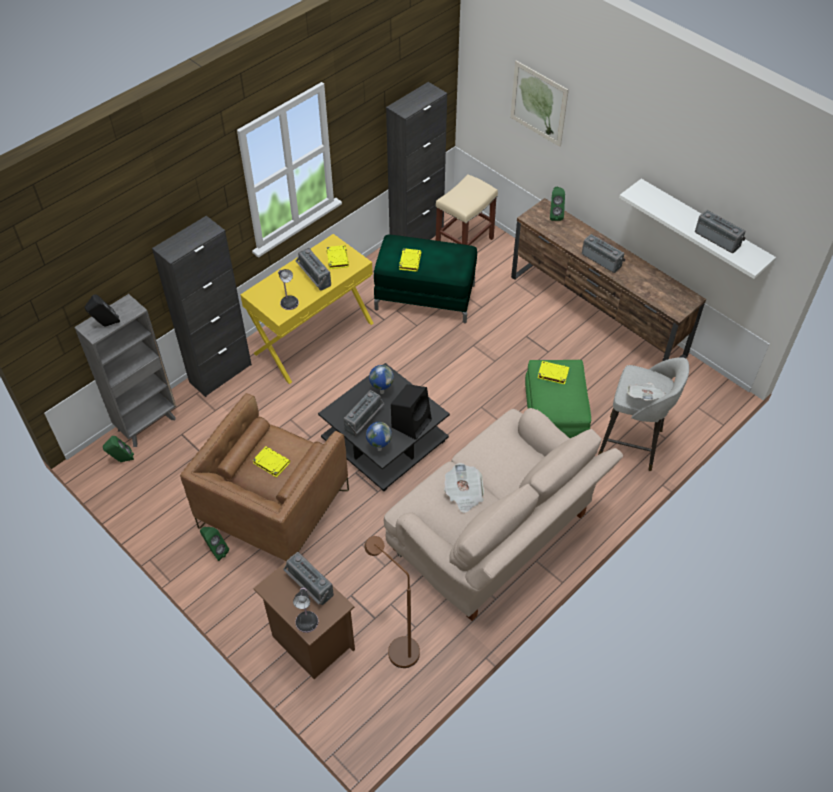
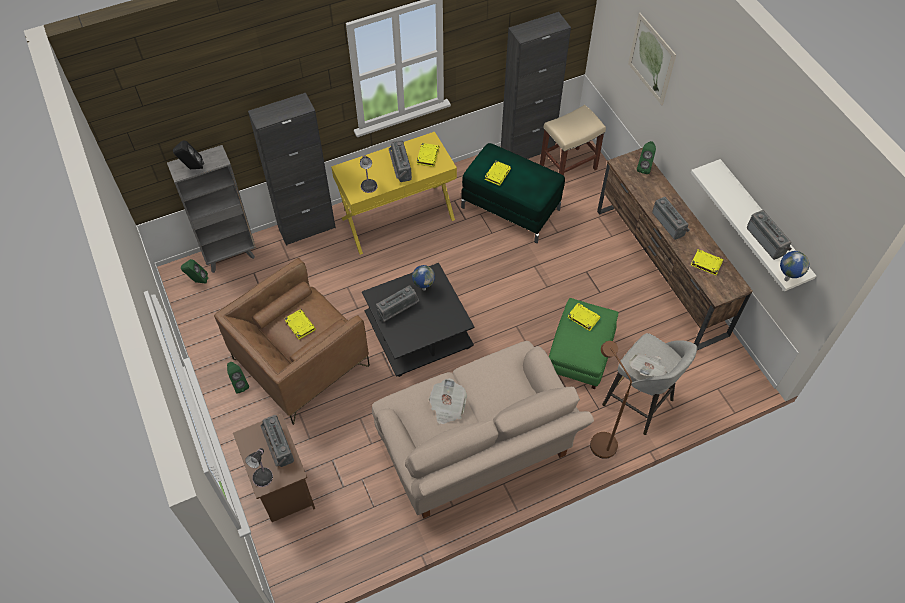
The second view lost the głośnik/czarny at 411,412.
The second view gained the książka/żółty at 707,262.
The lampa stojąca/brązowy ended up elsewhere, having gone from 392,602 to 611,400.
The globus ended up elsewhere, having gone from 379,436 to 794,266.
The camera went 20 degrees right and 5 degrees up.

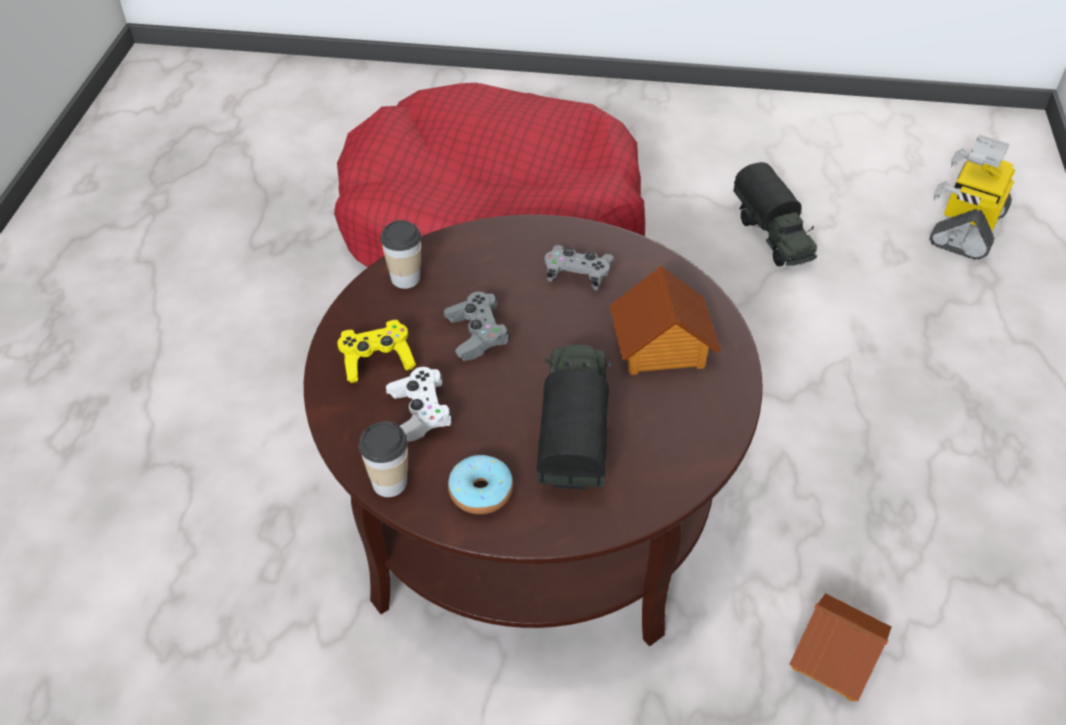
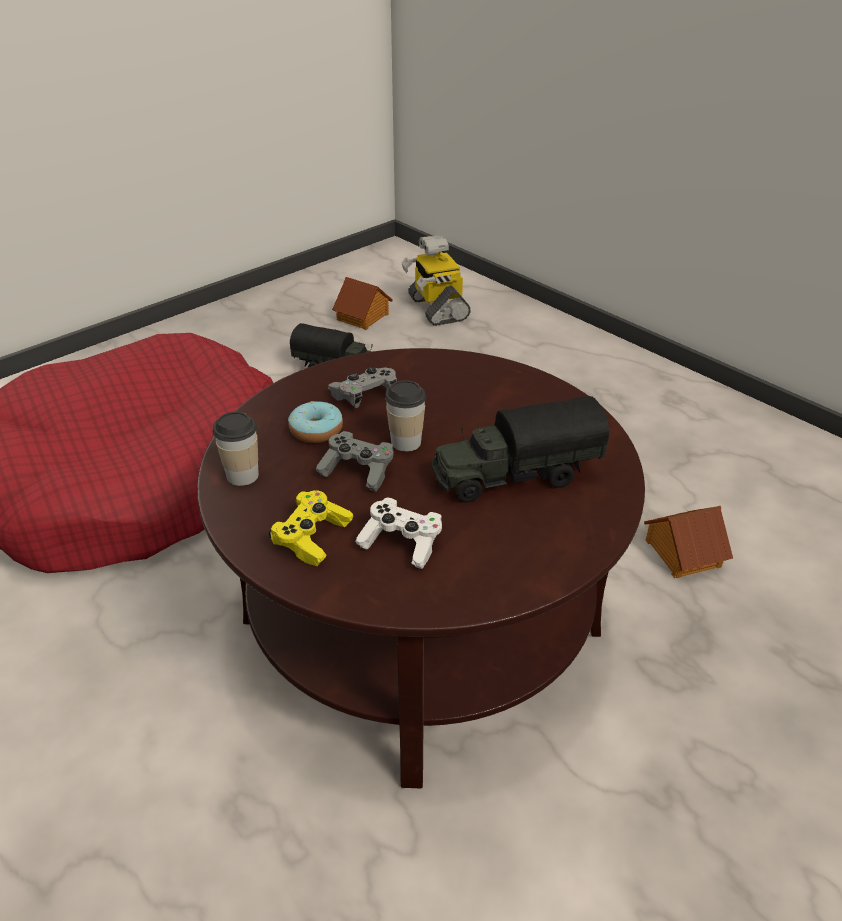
The filiżanka ended up elsewhere, having gone from 383,459 to 405,416.
The donut ended up elsewhere, having gone from 480,484 to 315,422.
The domek ended up elsewhere, having gone from 665,320 to 362,303.
The ciężarówka zabawkowa at 574,418 ended up facing another way, 60 degrees counterclockwise from before.
The camera went 50 degrees left and 10 degrees down.

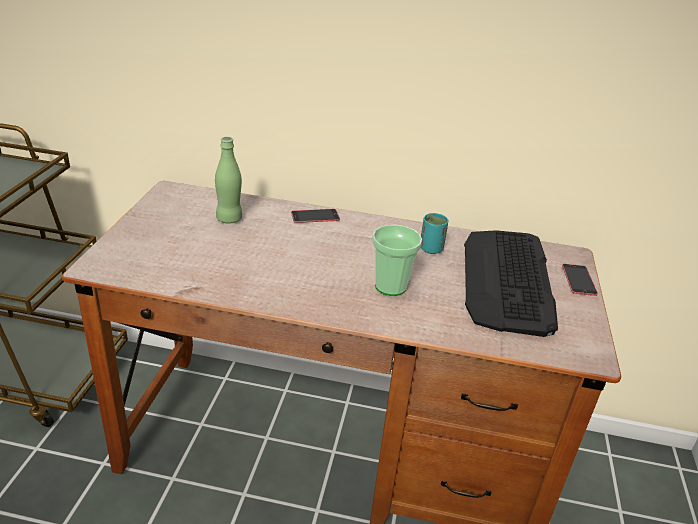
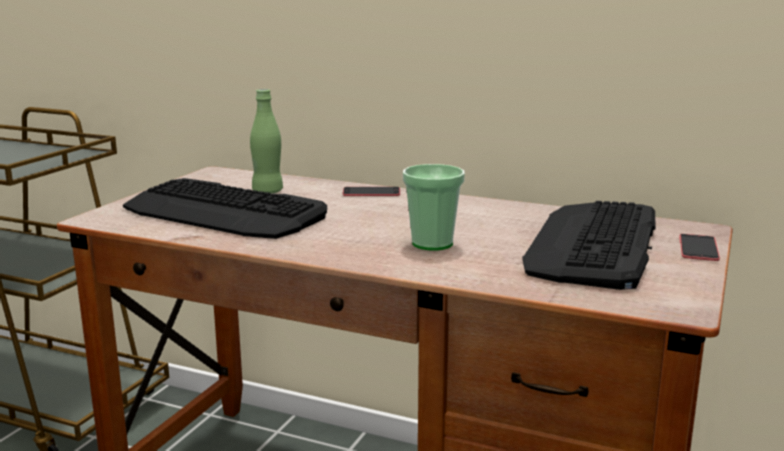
The second view lost the filiżanka/turkusowy at 435,233.
The second view gained the klawiatura at 225,208.
The camera went 15 degrees right and 15 degrees down.

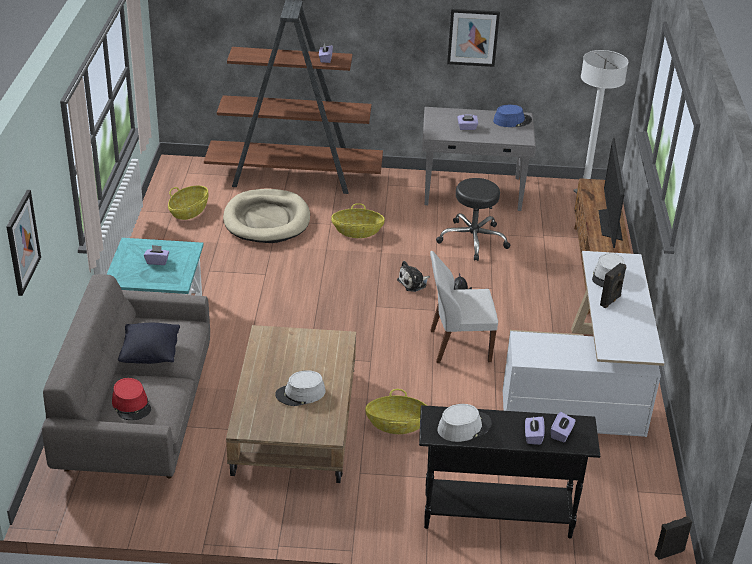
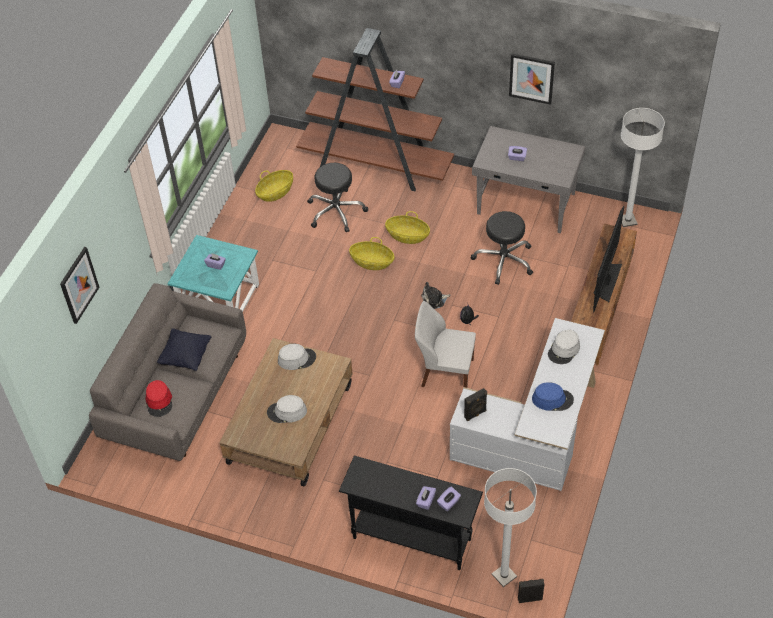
The second view gained the lampa stojąca/biały at 510,527.
The koszyk ended up elsewhere, having gone from 396,411 to 372,253.
The kapelusz/szary ended up elsewhere, having gone from 464,423 to 297,357.
The kapelusz/niebieski ended up elsewhere, having gone from 512,116 to 553,396.
The głośnik/czarny ended up elsewhere, having gone from 613,285 to 475,404.
Where the legowisko/beżowy stood at 266,216, the stołek/czarny came to stand at 337,197.
The camera went 20 degrees right and 15 degrees up.

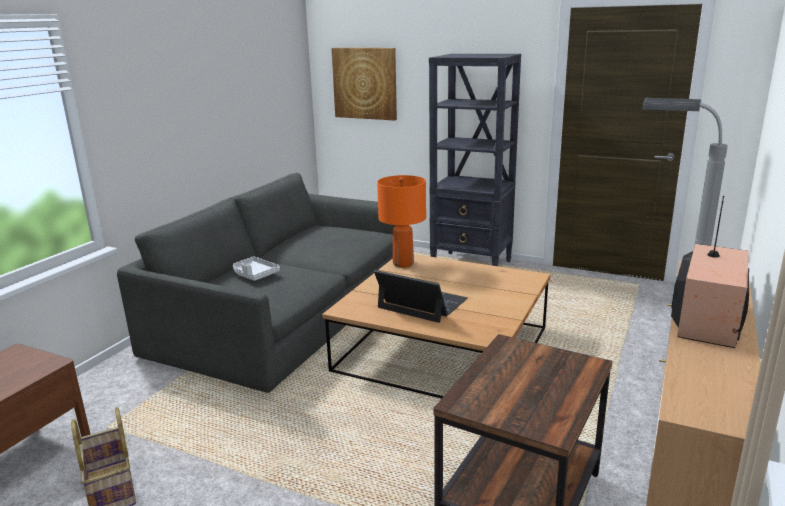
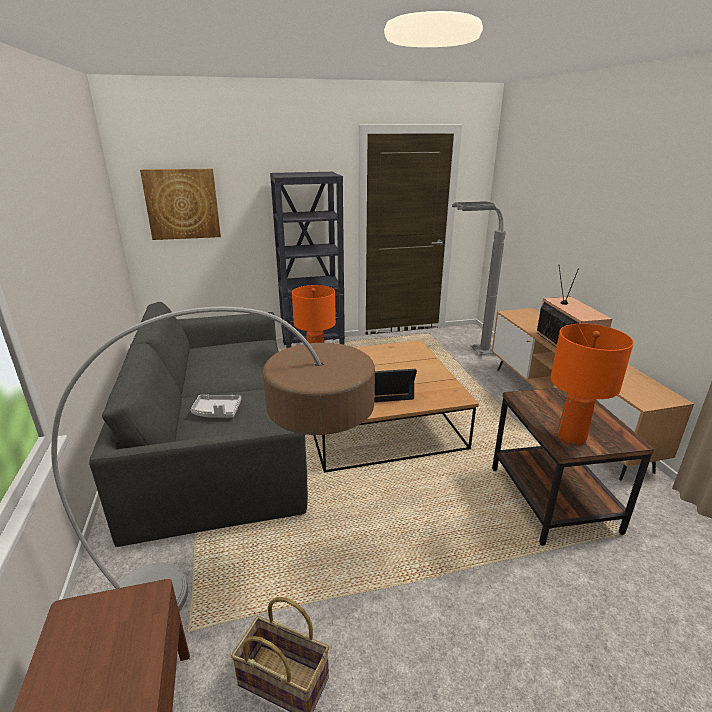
The second view gained the lampa stojąca at 213,459.
The second view gained the lampa stołowa/pomarańczowy at 592,385.
The camera went 40 degrees left and 5 degrees up.

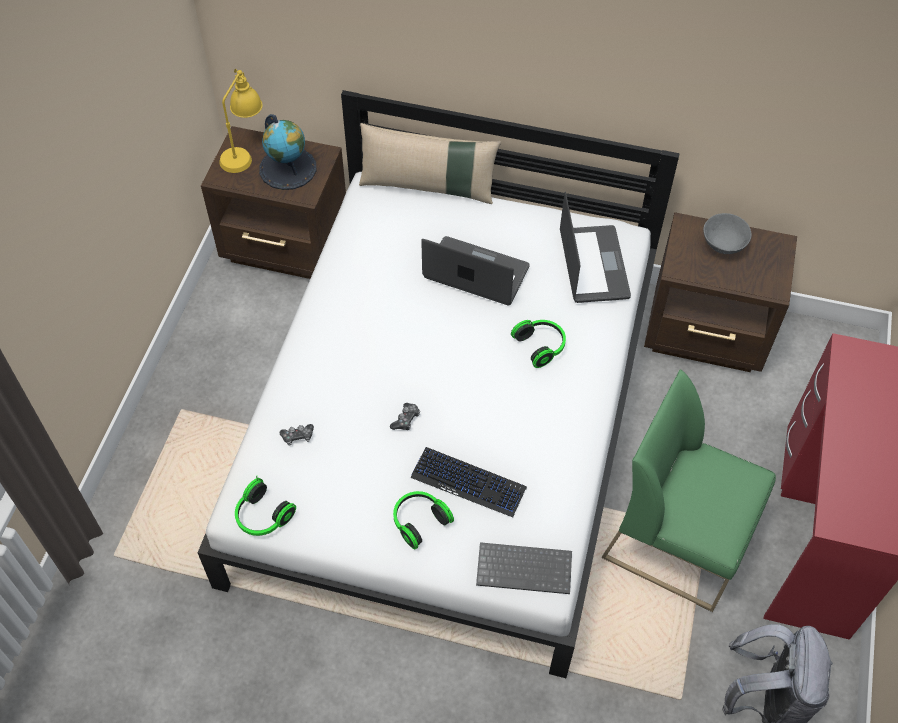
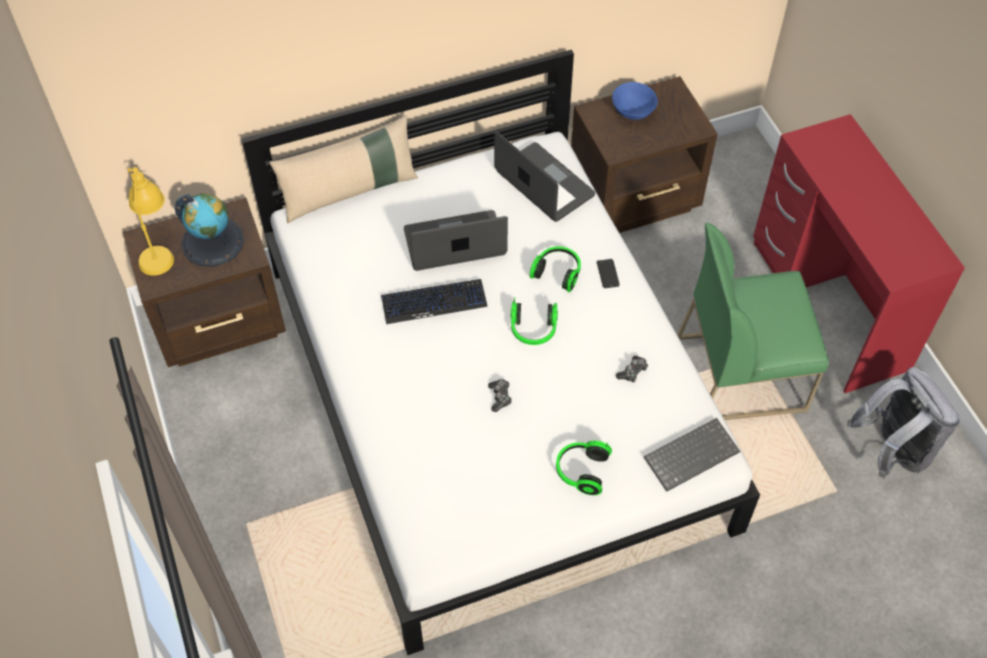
The second view gained the telefon at 608,273.
The słuchawki ended up elsewhere, having gone from 265,505 to 534,321.
The pad do gier ended up elsewhere, having gone from 296,434 to 632,369.
The klawiatura ended up elsewhere, having gone from 468,482 to 434,301.
What was the miska/szary at 727,233 turned into the miska/niebieski at 635,101.
The camera went 35 degrees left and 0 degrees up.

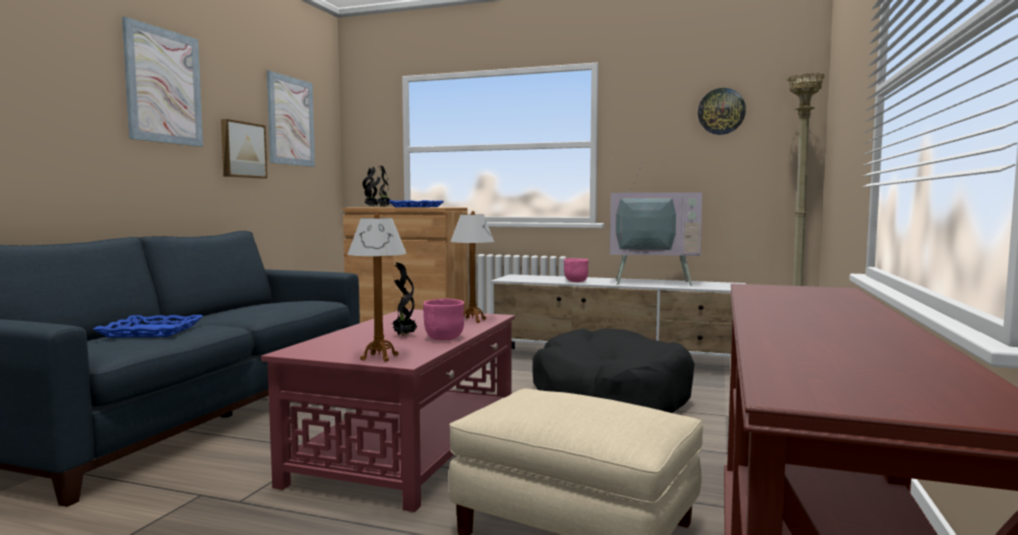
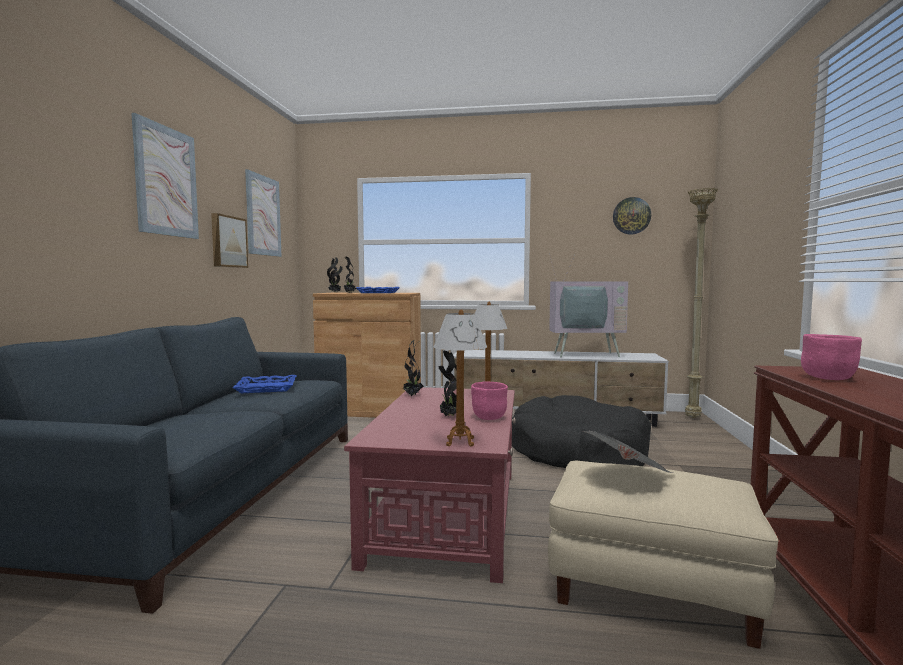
The second view gained the roślina doniczkowa at 413,368.
The second view gained the gazeta at 628,452.
The taca/niebieski ended up elsewhere, having gone from 148,326 to 264,384.
The miska/różowy ended up elsewhere, having gone from 576,270 to 831,357.
The camera went 10 degrees left and 0 degrees up.

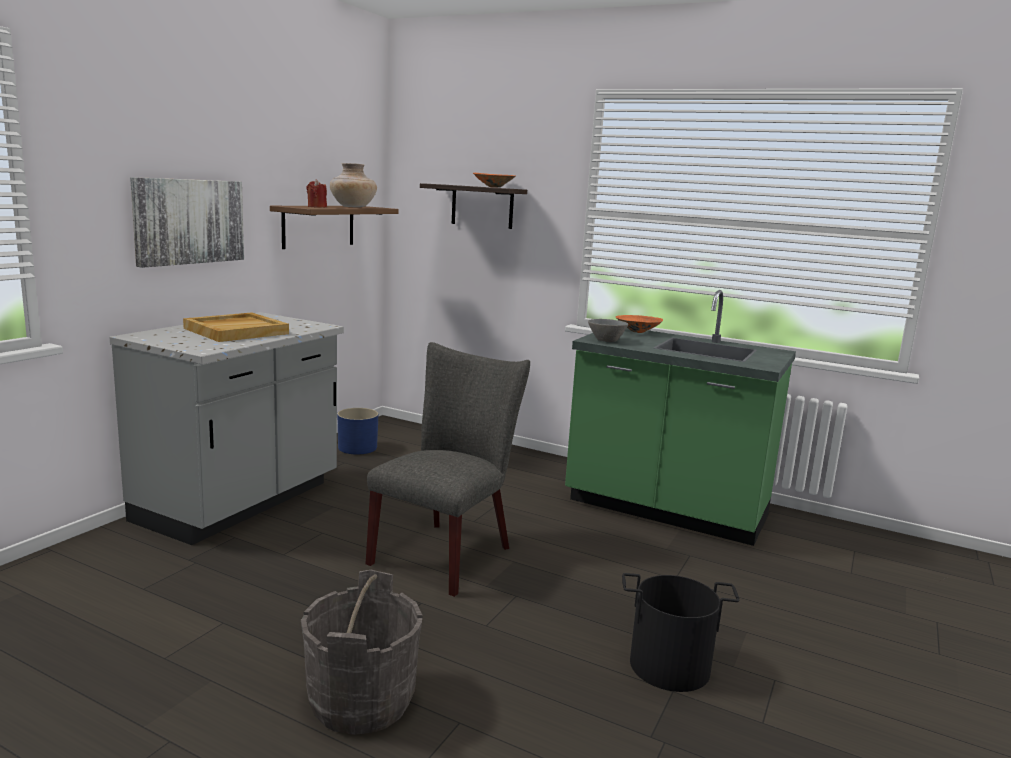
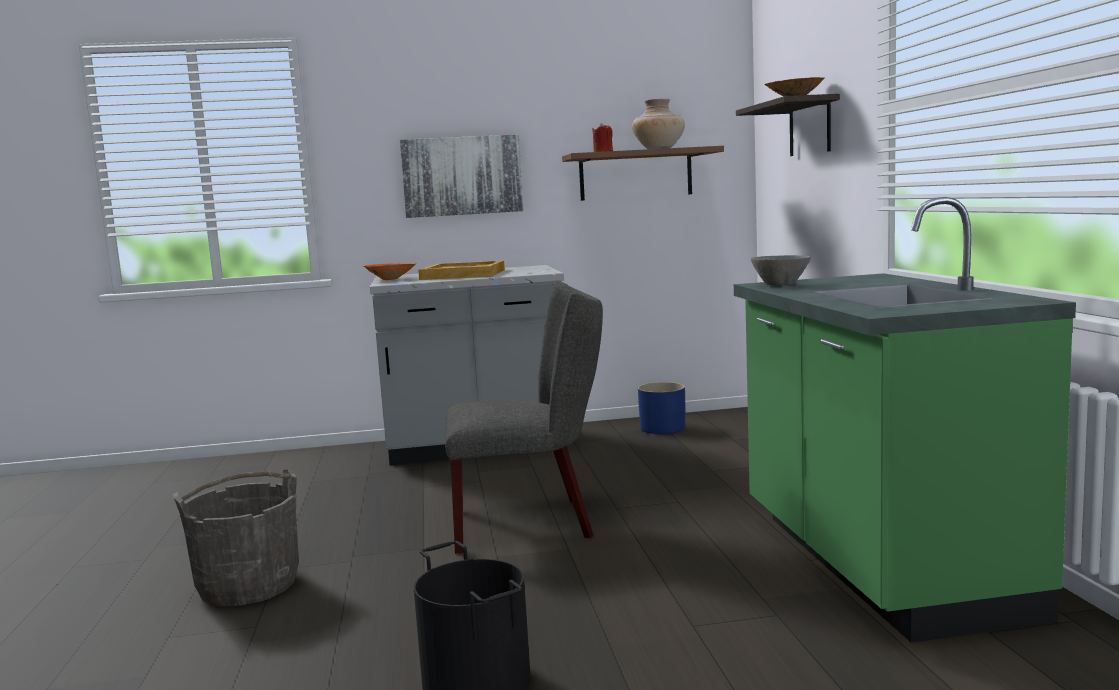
The miska/pomarańczowy ended up elsewhere, having gone from 639,324 to 390,271.
The camera went 55 degrees right and 5 degrees down.

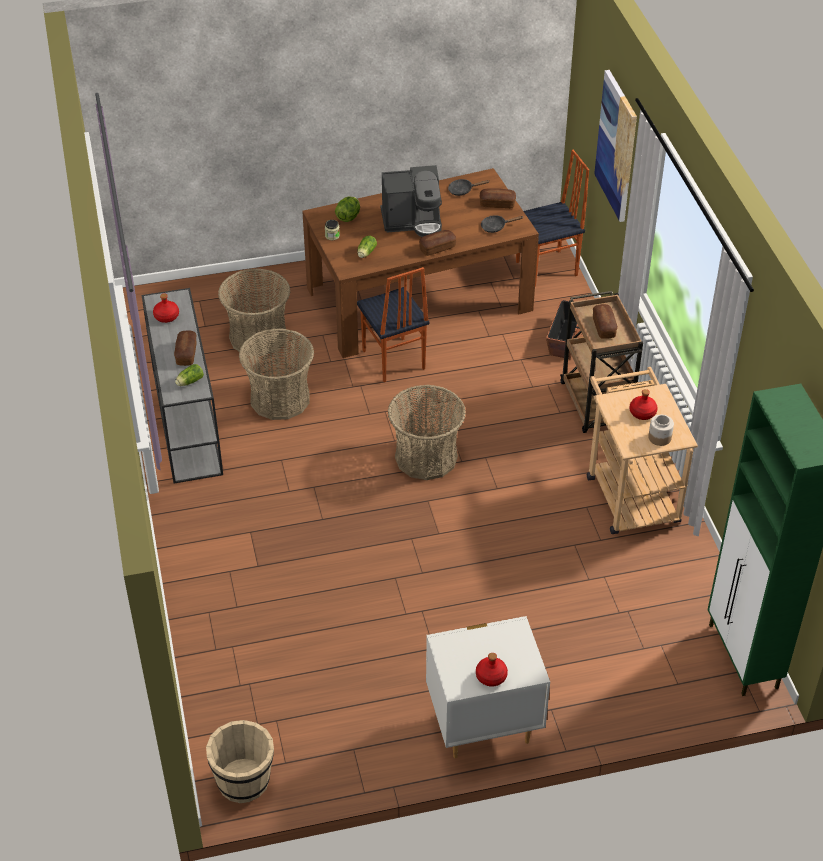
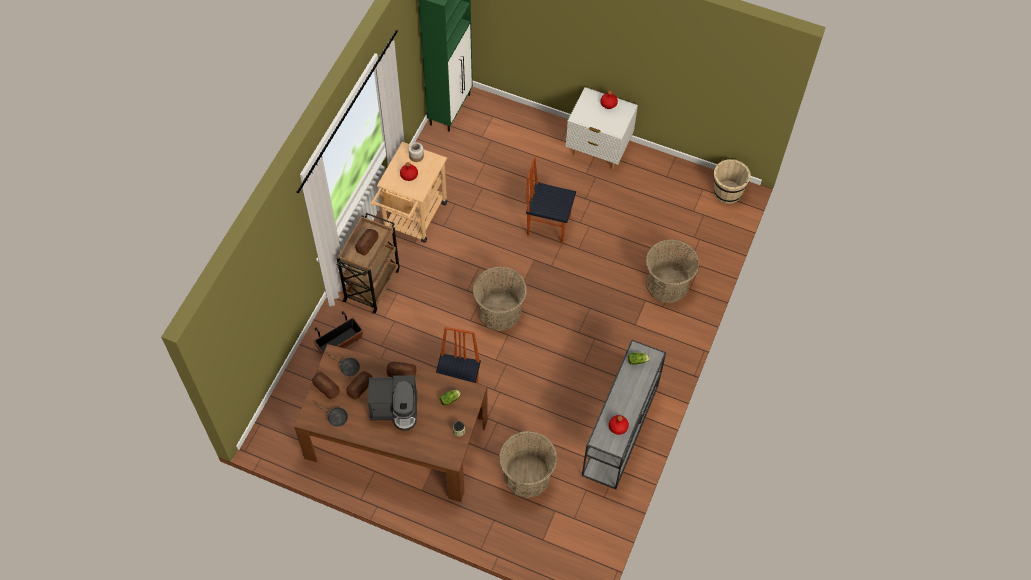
The second view lost the sałata at 347,209.
The second view lost the obraz at 615,146.
The chleb ended up elsewhere, having gone from 185,348 to 359,385.
The koszyk ended up elsewhere, having gone from 276,374 to 672,271.
The krzesło ended up elsewhere, having gone from 552,218 to 551,200.
The ekspres do kawy at 411,201 ended up facing another way, 150 degrees clockwise from before.
The camera went 145 degrees left and 15 degrees up.

